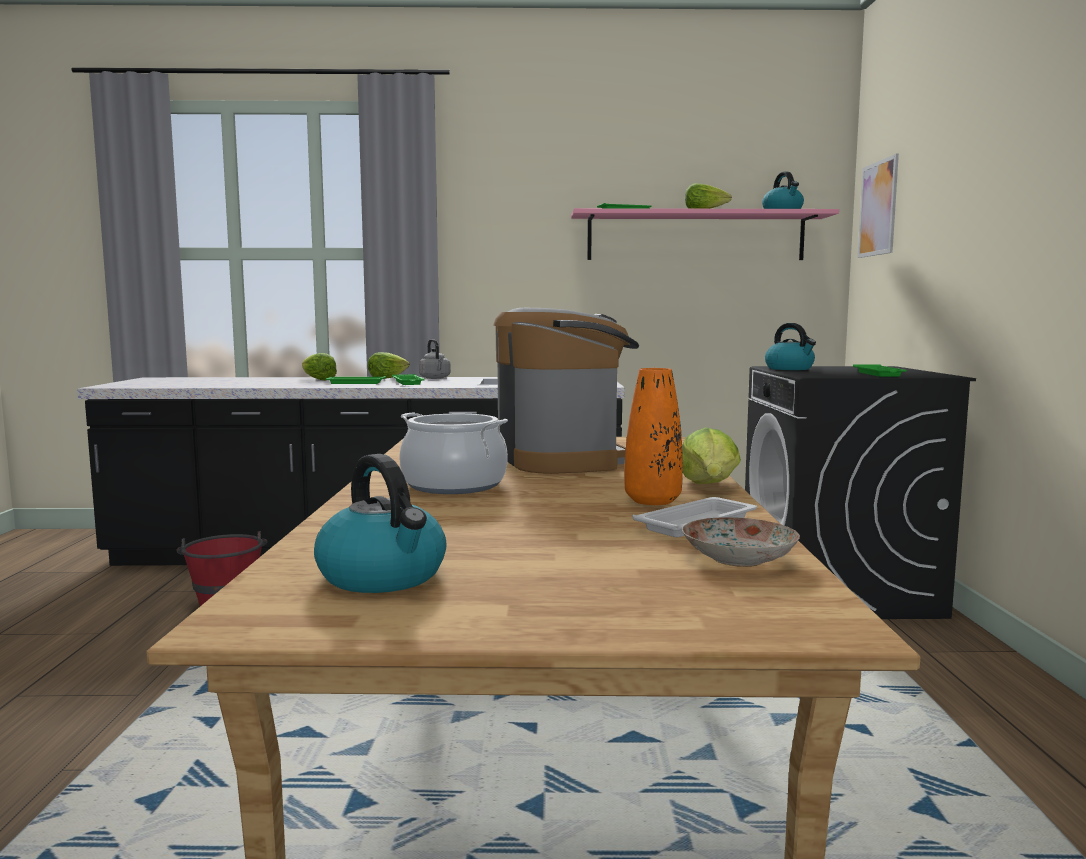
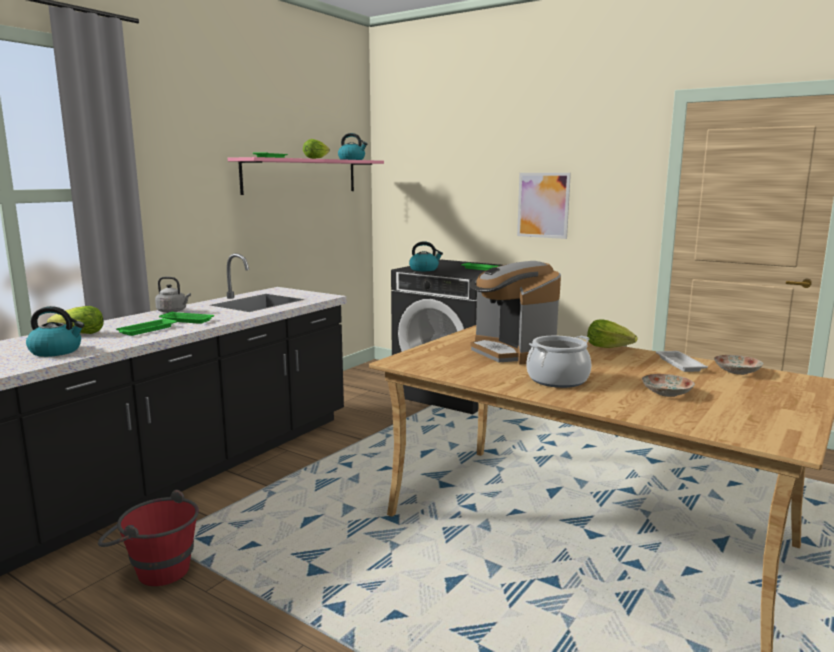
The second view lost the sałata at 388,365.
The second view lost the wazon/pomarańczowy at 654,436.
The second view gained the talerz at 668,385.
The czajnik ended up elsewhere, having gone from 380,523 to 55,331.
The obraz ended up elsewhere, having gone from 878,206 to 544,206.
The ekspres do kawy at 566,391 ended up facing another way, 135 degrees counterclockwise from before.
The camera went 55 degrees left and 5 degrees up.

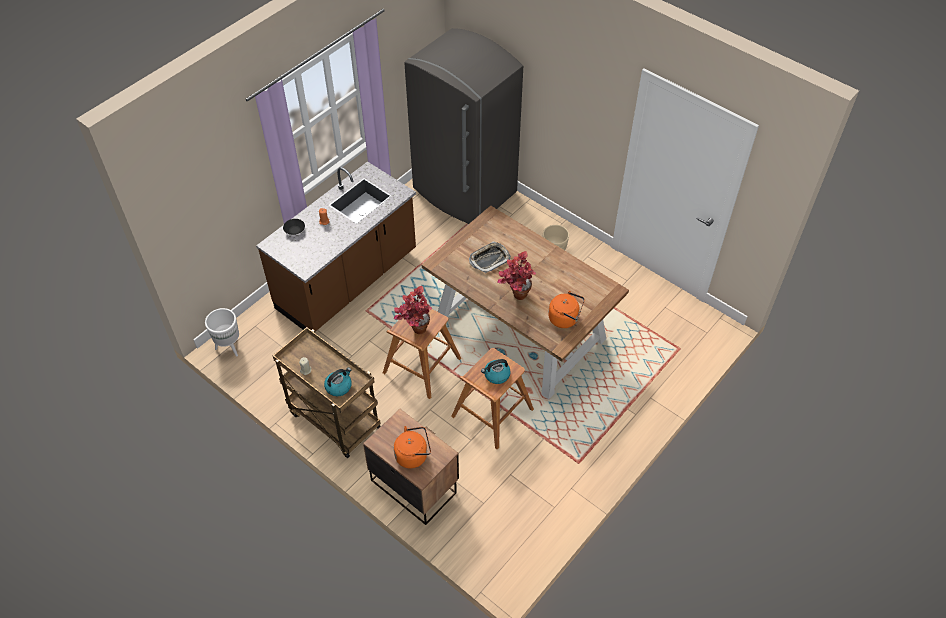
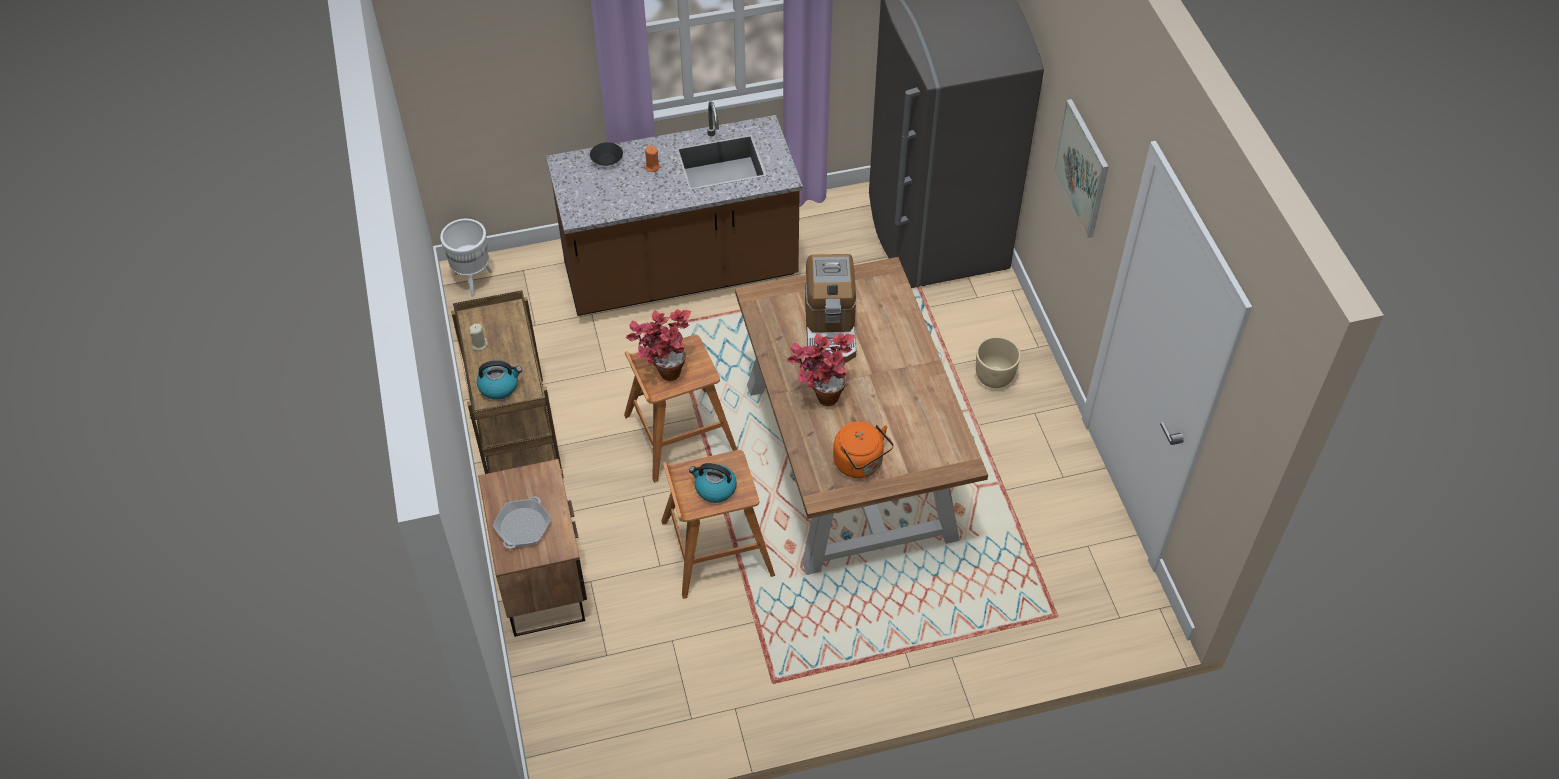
The second view gained the obraz at 1081,168.
Where the czajnik/pomarańczowy stood at 412,447, the patelnia came to stand at 522,523.
Where the taca stood at 490,257, the ekspres do kawy came to stand at 831,308.
The camera went 35 degrees right and 0 degrees up.

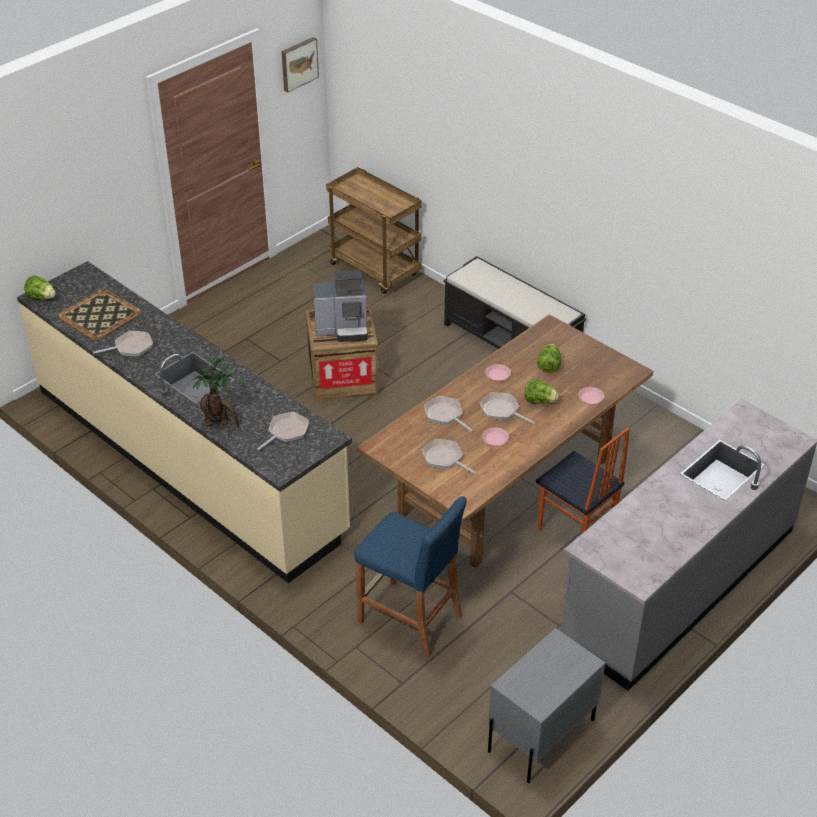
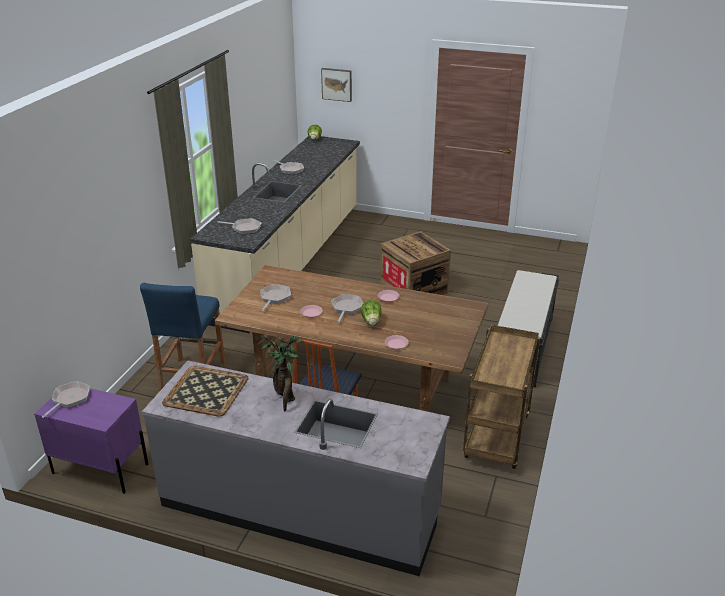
The second view lost the ekspres do kawy at 341,306.
The second view lost the sałata at 549,358.
The taca ended up elsewhere, having gone from 99,315 to 205,391.
The roślina doniczkowa ended up elsewhere, having gone from 218,392 to 280,373.
The obraz ended up elsewhere, having gone from 300,65 to 336,85.
The wózek/brązowy ended up elsewhere, having gone from 374,230 to 501,397.
The patelnia ended up elsewhere, having gone from 448,414 to 66,399.
What was the szafka nocna/szary at 546,705 turned into the szafka nocna/fioletowy at 91,441.
The camera went 65 degrees right and 10 degrees down.

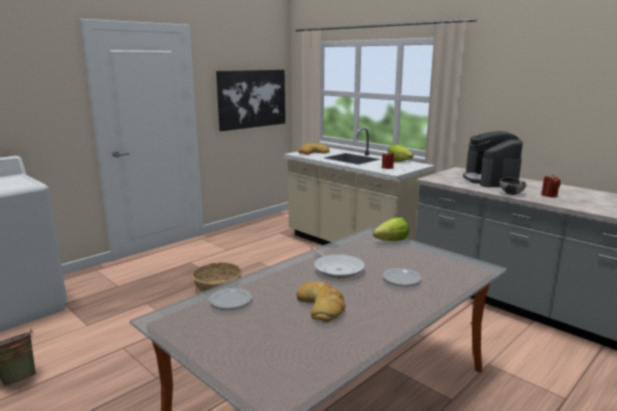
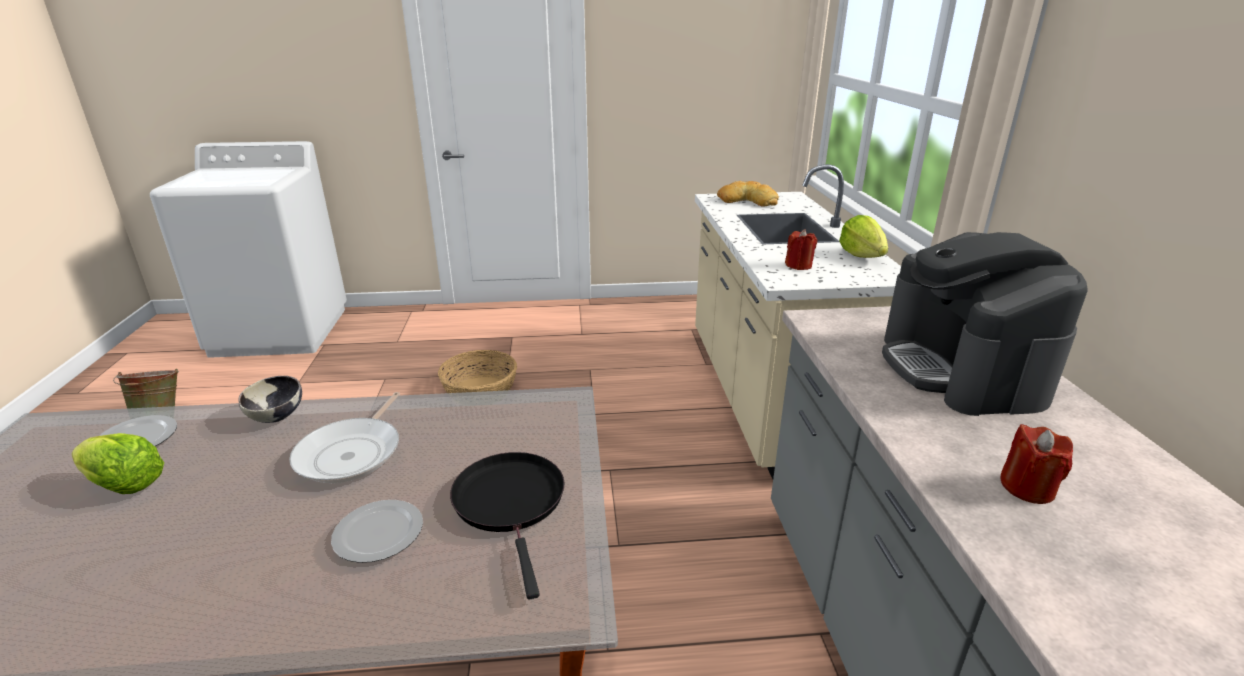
The second view lost the obraz at 250,100.
The second view lost the chleb at 321,301.
The second view gained the patelnia/czarny at 507,525.
The sałata ended up elsewhere, having gone from 391,229 to 118,463.
The miska ended up elsewhere, having gone from 513,186 to 270,399.
The ekspres do kawy at 493,159 ended up facing another way, 45 degrees counterclockwise from before.
The camera went 40 degrees right and 10 degrees up.

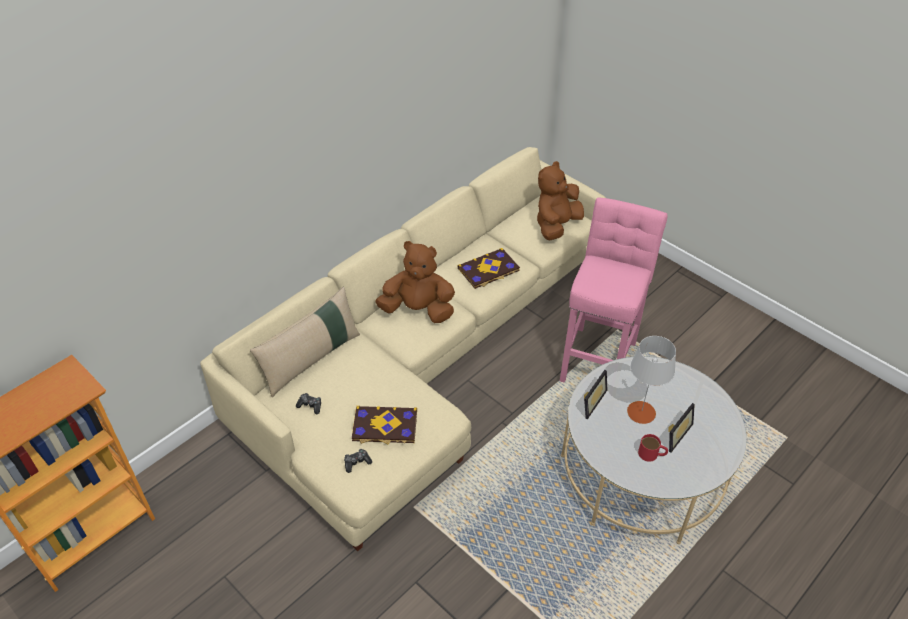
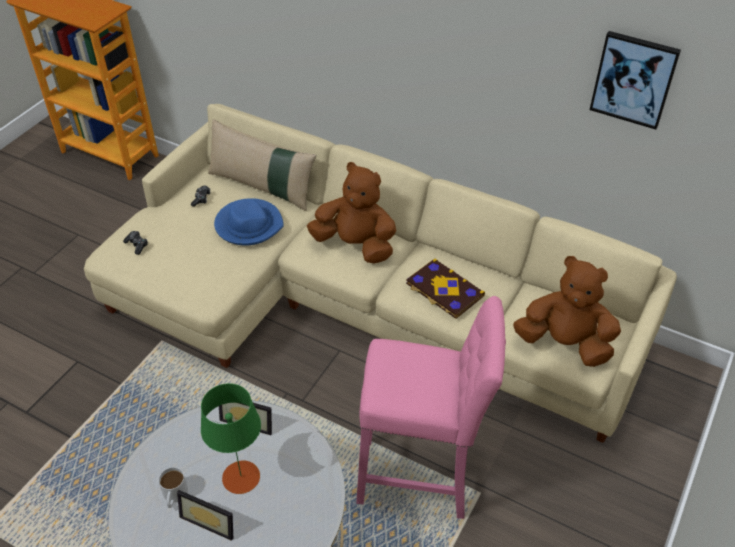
The second view lost the książka at 384,425.
The second view gained the kapelusz/niebieski at 249,222.
The second view gained the obraz at 635,80.
What was the lampa stołowa/szary at 651,380 turned into the lampa stołowa/zielony at 231,438.
What was the kubek/czerwony at 653,448 turned into the kubek/biały at 173,487.
The pluszak/brązowy at 415,282 ended up facing another way, 60 degrees counterclockwise from before.
The camera went 75 degrees right and 0 degrees up.

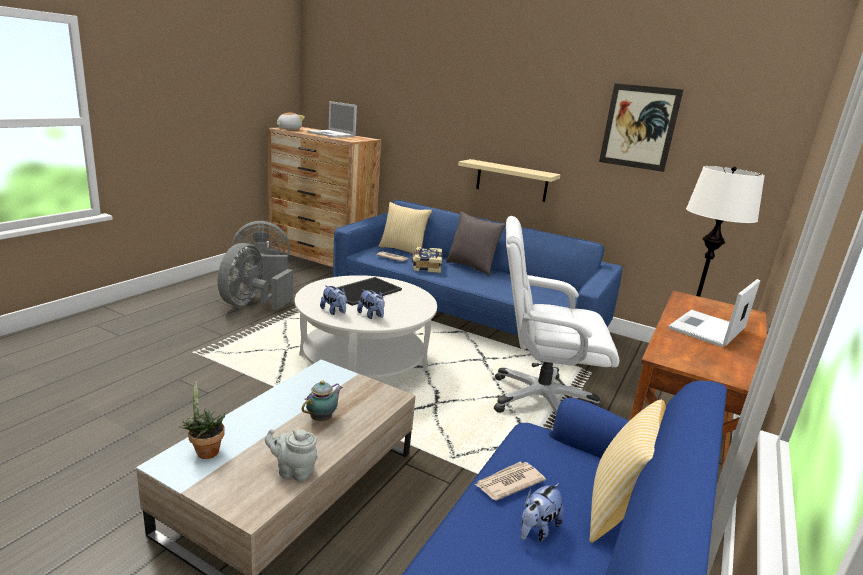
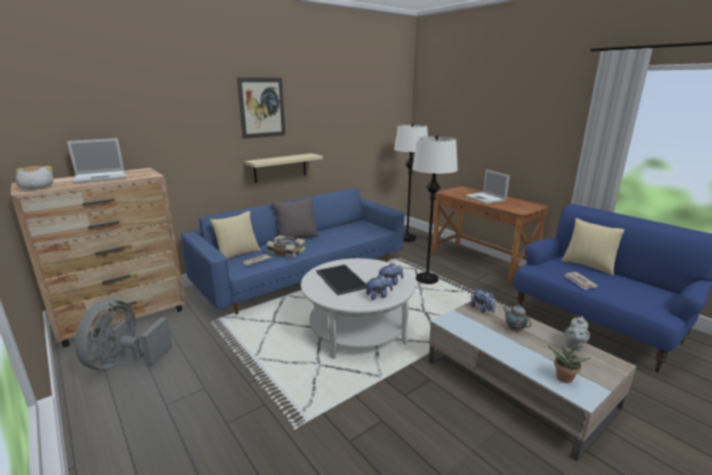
The second view lost the wentylator/szary at 255,276.
The pluszak ended up elsewhere, having gone from 542,512 to 483,300.
The obraz ended up elsewhere, having gone from 641,127 to 261,108.
Where the krzesło biurowe/biały stood at 556,315, the lampa stojąca/biały came to stand at 435,210.
The camera went 65 degrees left and 0 degrees up.

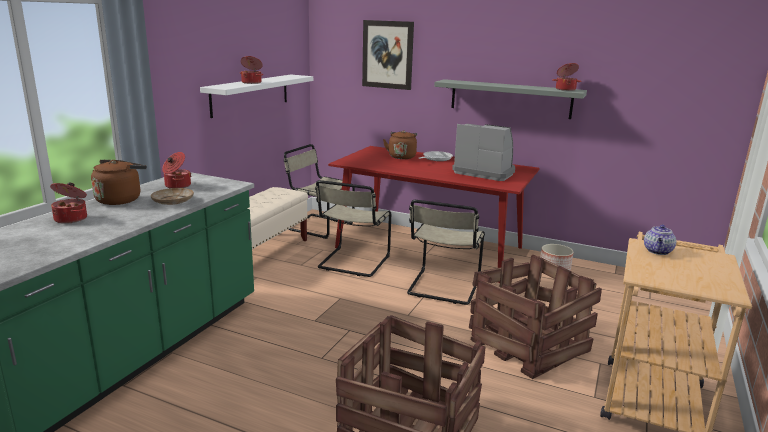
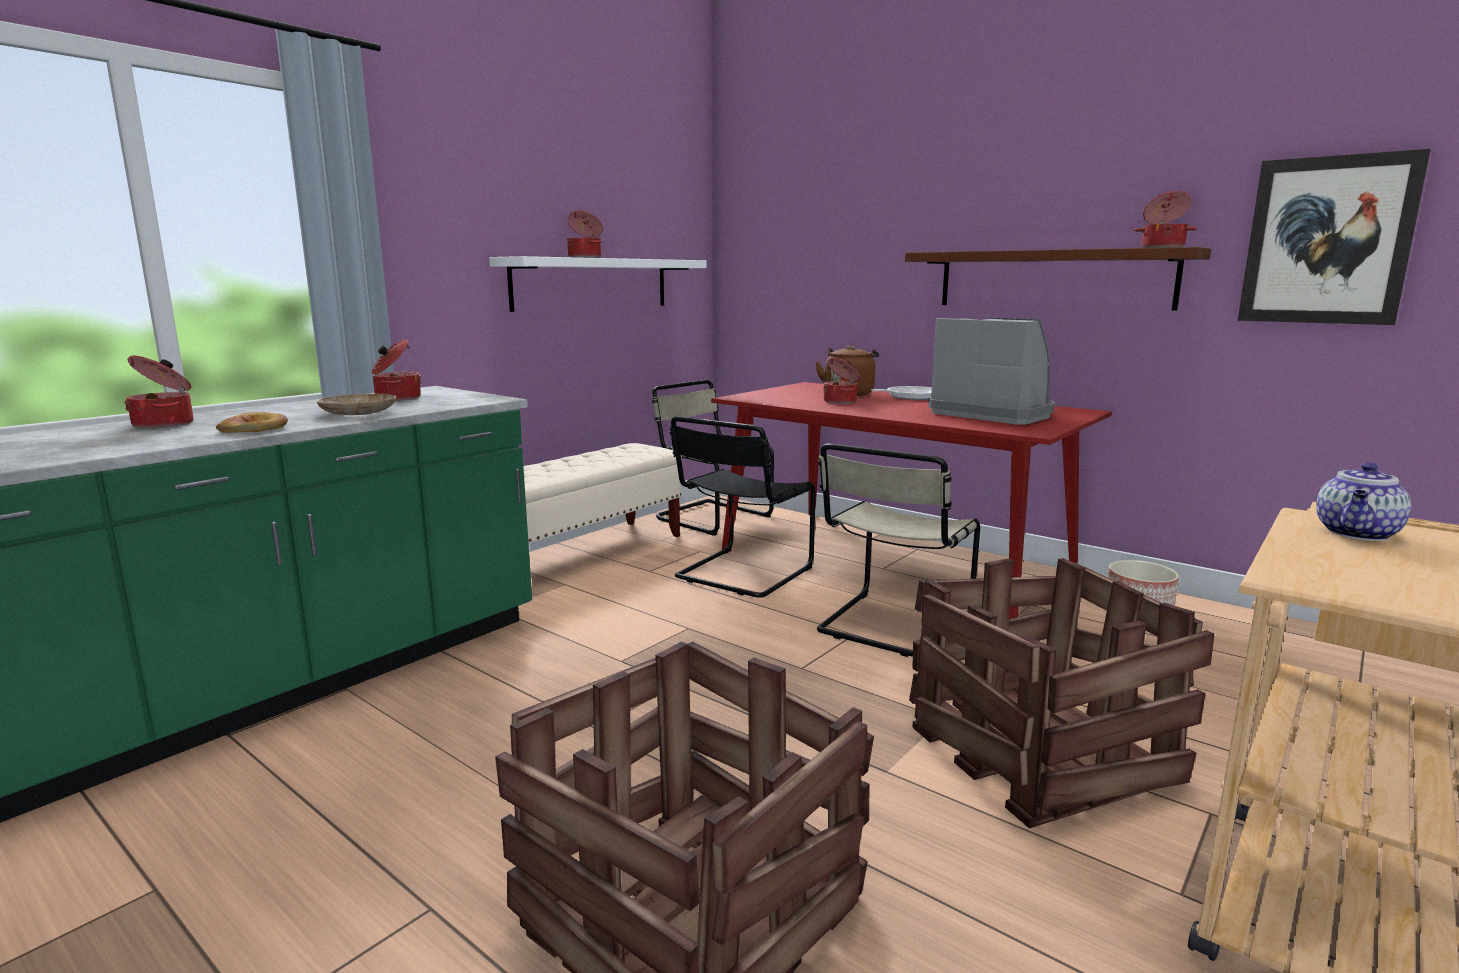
The second view lost the czajnik/brązowy at 119,182.
The second view gained the chleb at 252,422.
The second view gained the garnek at 841,381.
The obraz ended up elsewhere, having gone from 388,55 to 1334,237.
What was the krzesło/beżowy at 353,228 turned into the krzesło/czarny at 743,507.
What was the półka/szary at 510,99 turned into the półka/brązowy at 1058,279.
The camera went 15 degrees right and 5 degrees down.

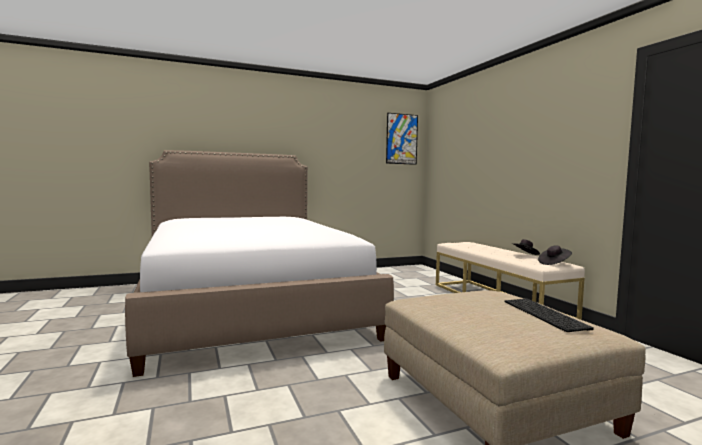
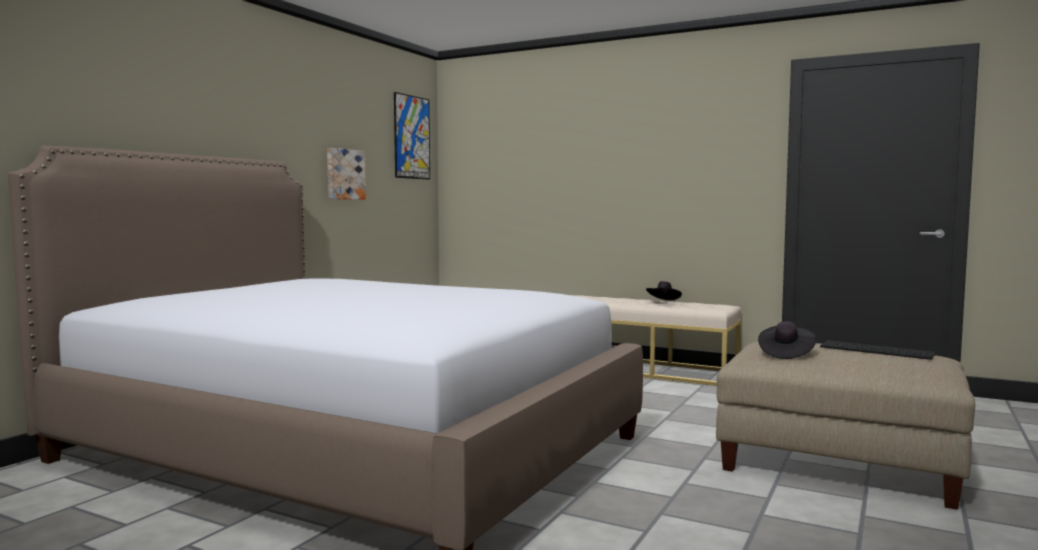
The second view gained the obraz at 346,173.
The kapelusz/czarny ended up elsewhere, having gone from 555,255 to 787,340.
The camera went 40 degrees left and 0 degrees up.

